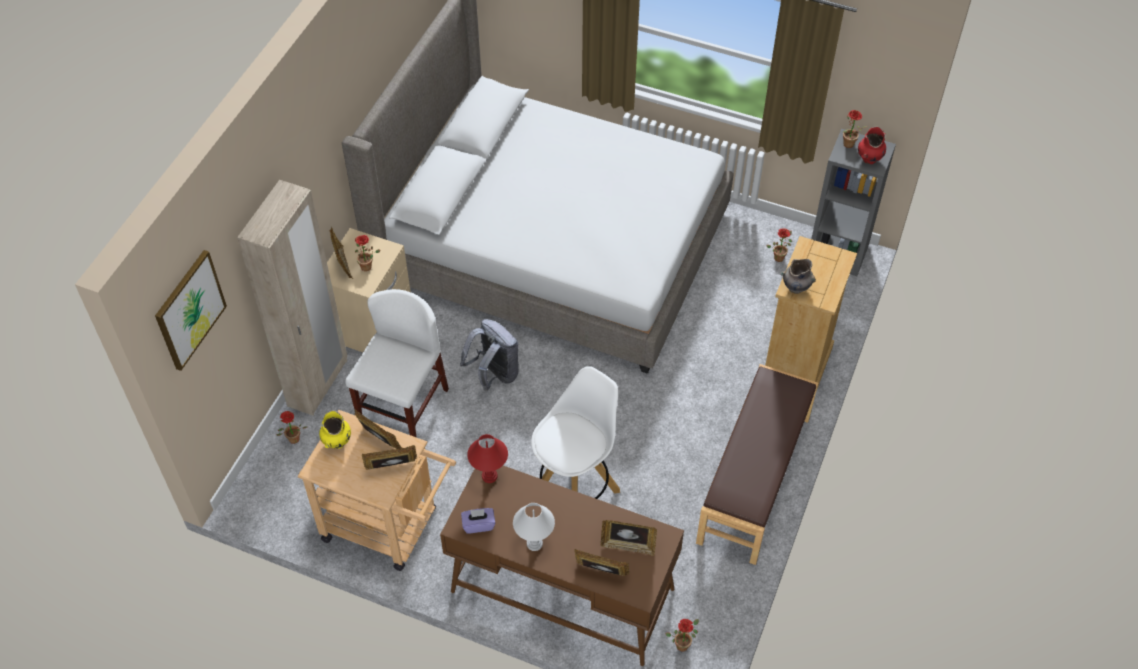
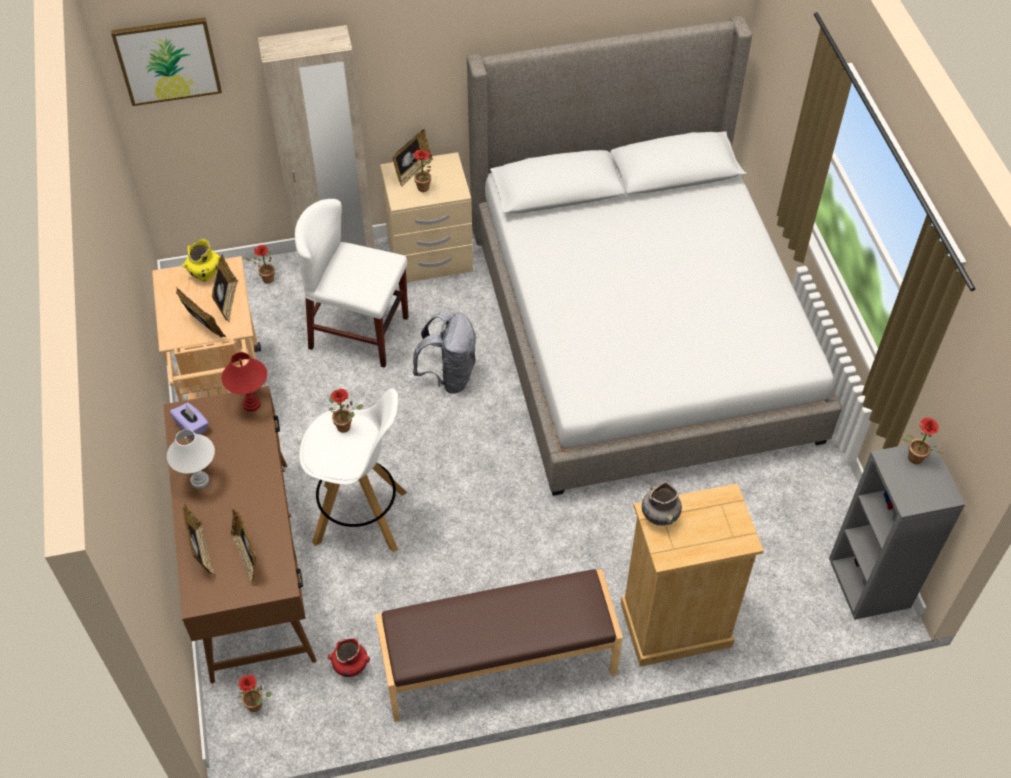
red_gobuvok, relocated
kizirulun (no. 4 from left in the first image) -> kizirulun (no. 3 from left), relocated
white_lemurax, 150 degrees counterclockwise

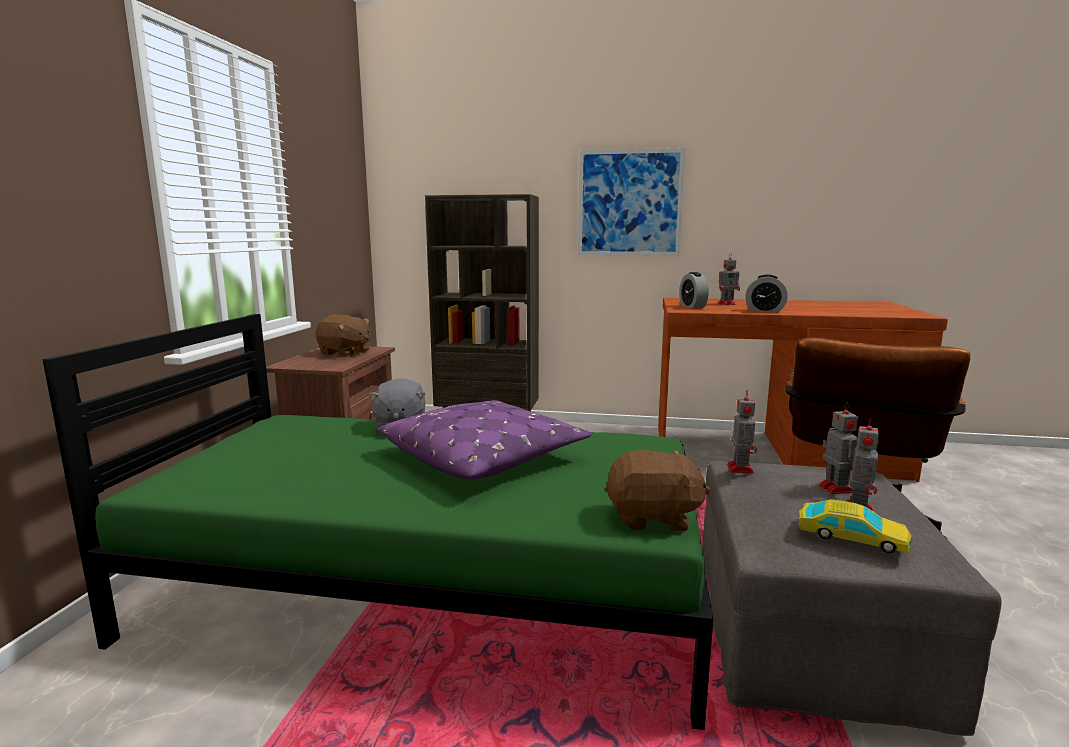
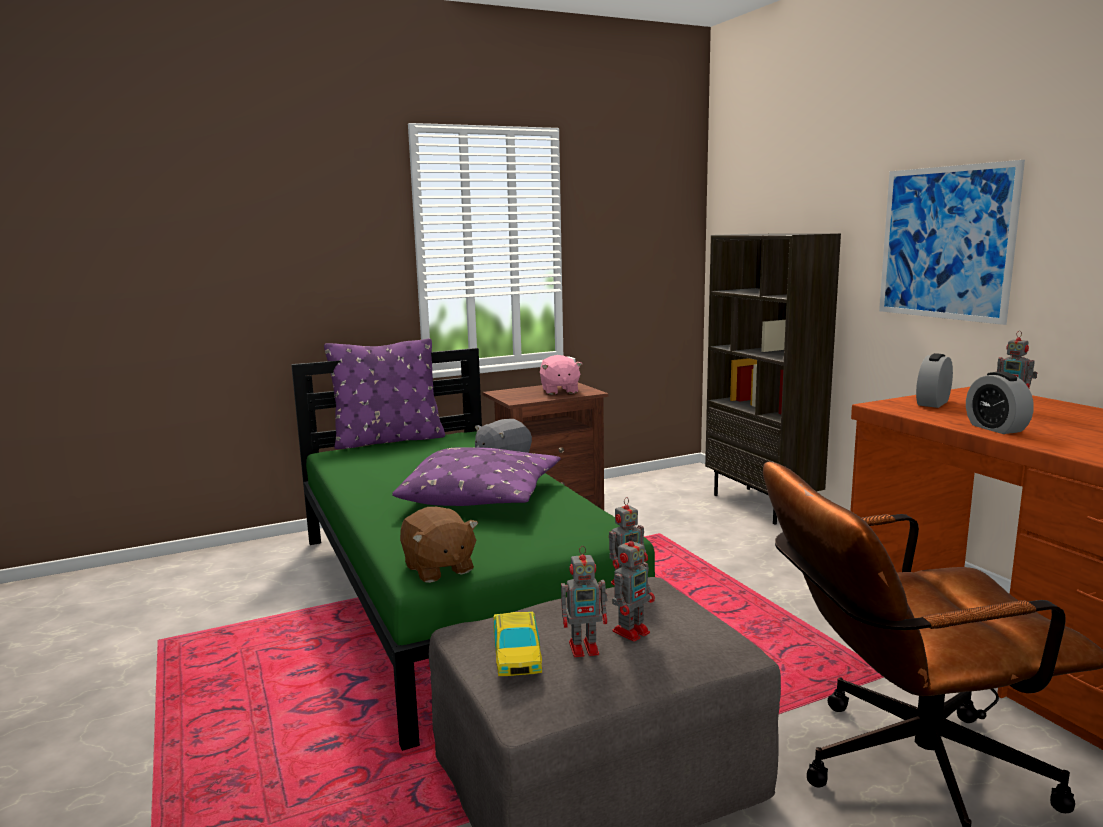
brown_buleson (no. 1 from left) -> pink_buleson
none -> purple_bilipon (no. 1 from left)

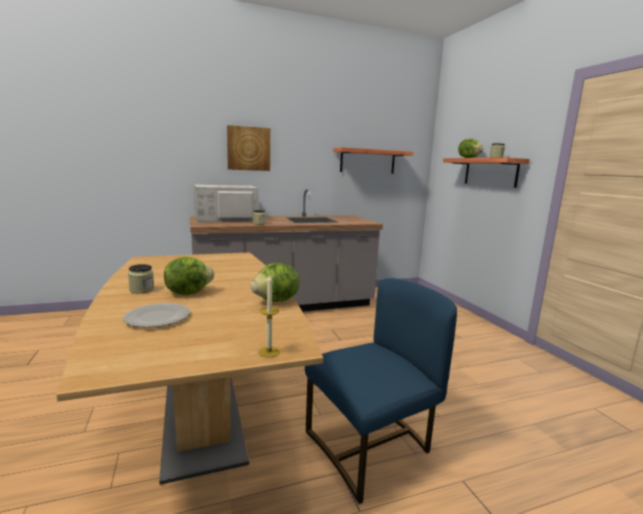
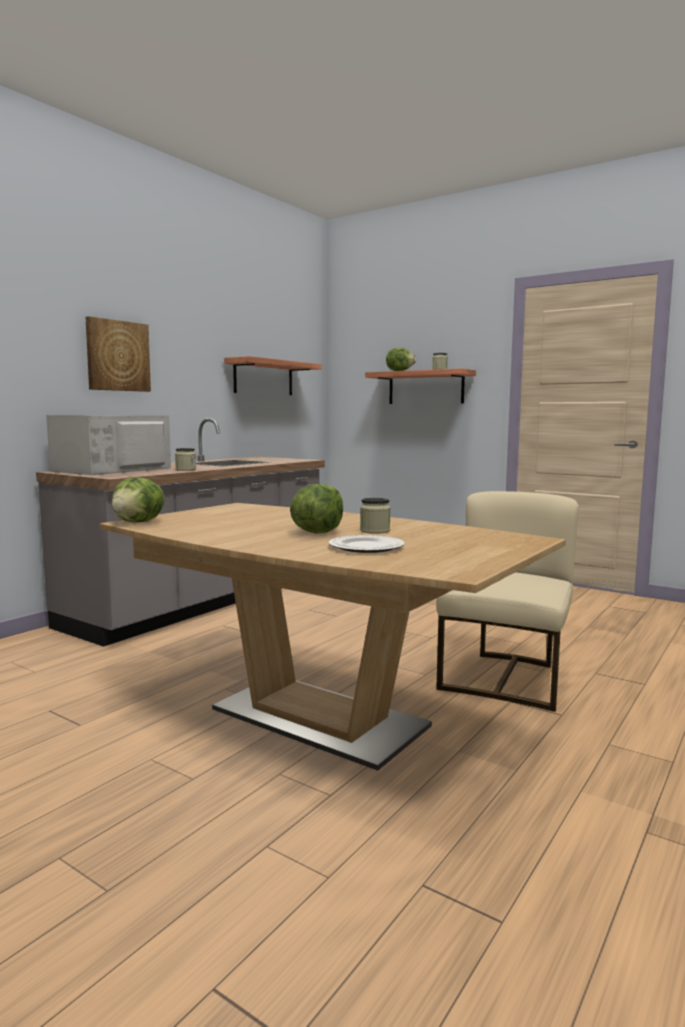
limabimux (no. 2 from left in the first image) -> limabimux (no. 1 from left), relocated
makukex (no. 1 from left in the first image) -> makukex (no. 2 from left), relocated
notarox -> none
blue_lemurax -> beige_lemurax

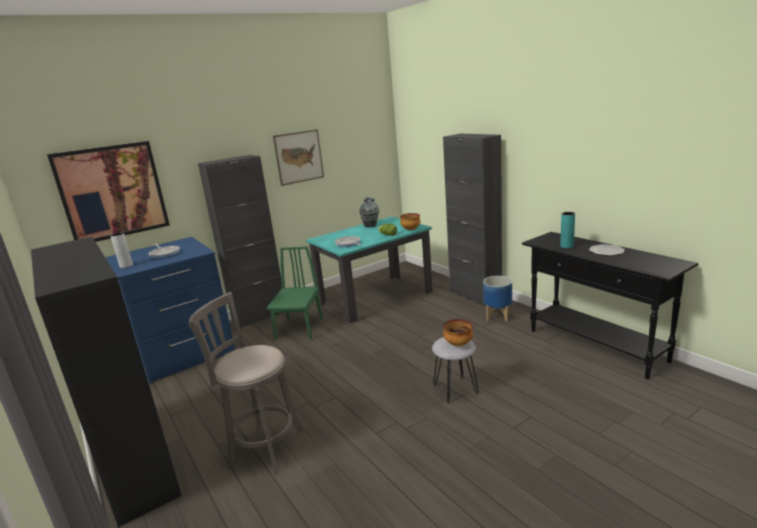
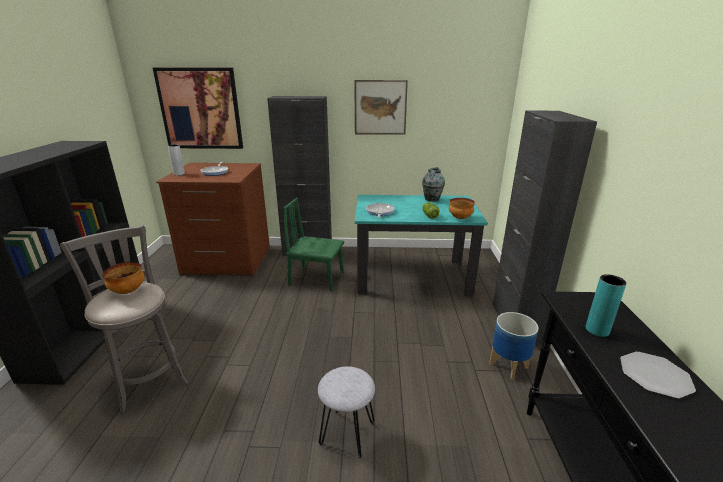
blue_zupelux -> brown_zupelux
green_lemurax, 120 degrees counterclockwise
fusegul (no. 2 from left in the first image) -> fusegul (no. 1 from left), relocated

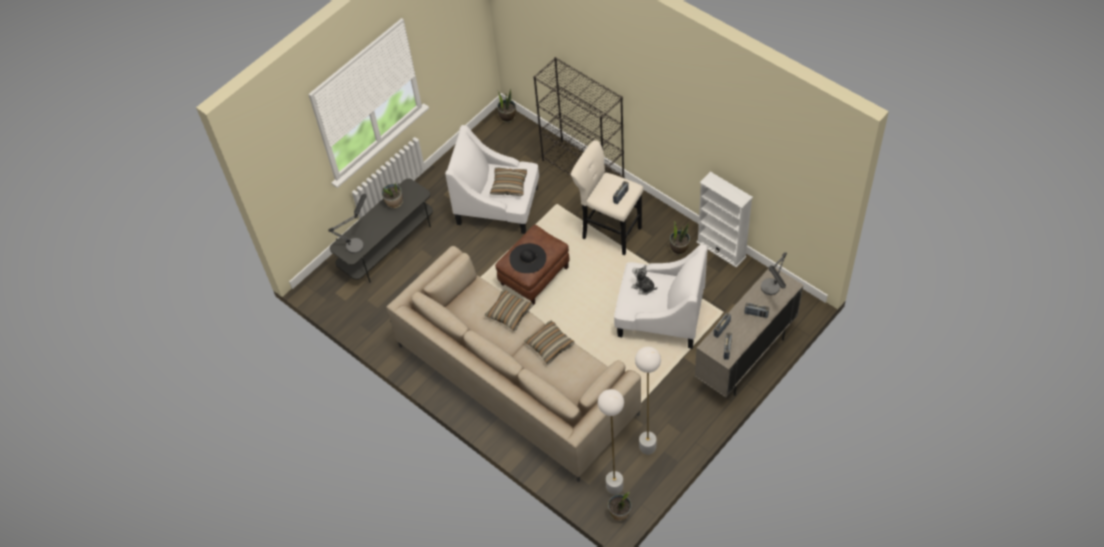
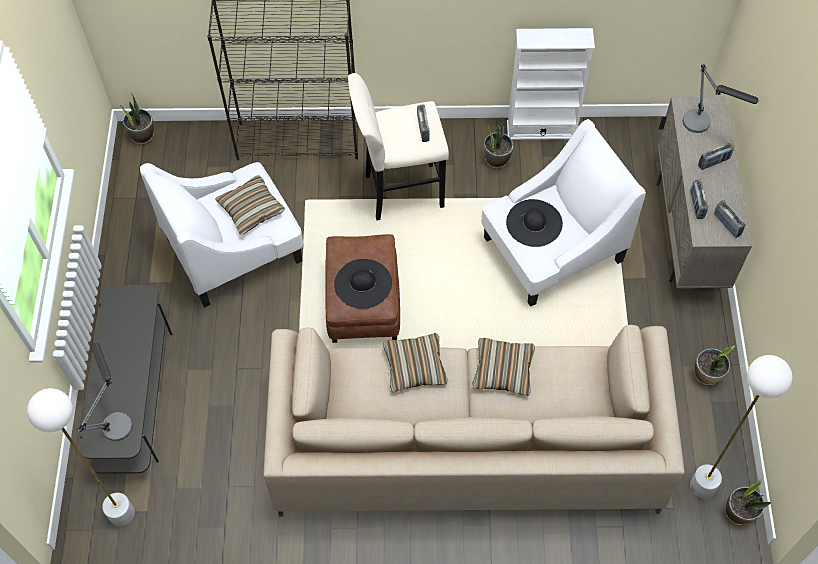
kizirulun (no. 1 from left in the first image) -> kizirulun (no. 3 from left), relocated
buleson -> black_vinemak (no. 2 from left)
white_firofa (no. 2 from left in the first image) -> white_firofa (no. 1 from left), relocated

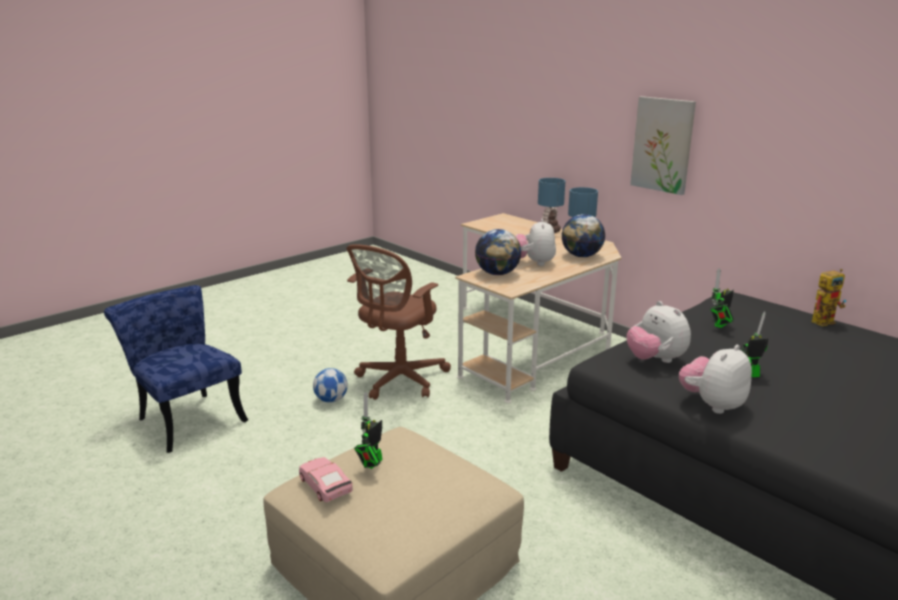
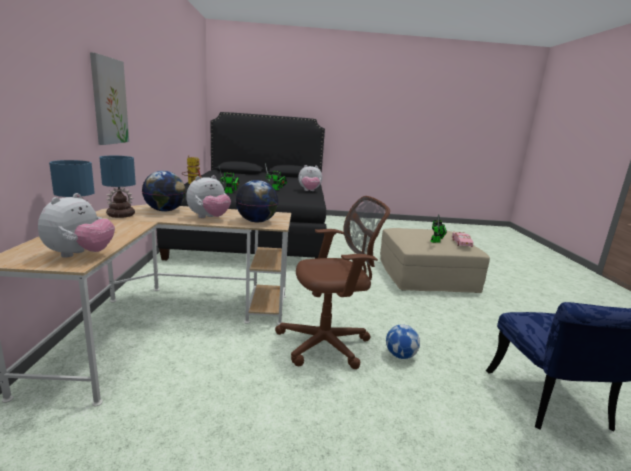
buleson (no. 2 from left in the first image) -> buleson (no. 1 from left), relocated

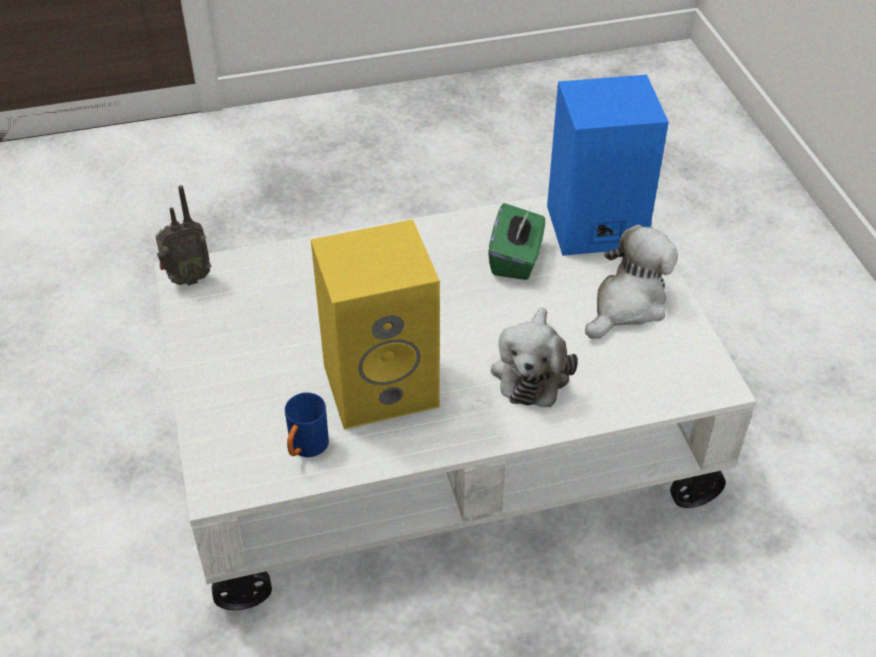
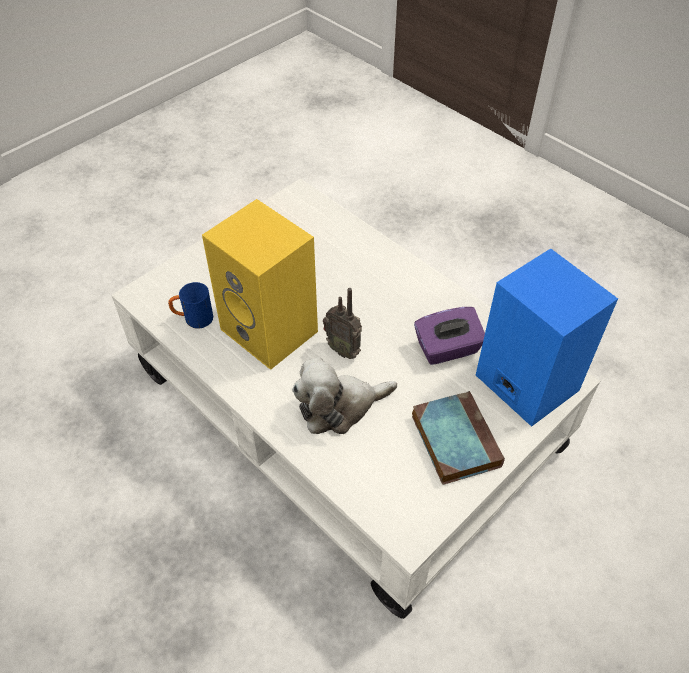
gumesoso, relocated
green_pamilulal -> purple_pamilulal
buleson (no. 2 from left) -> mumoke

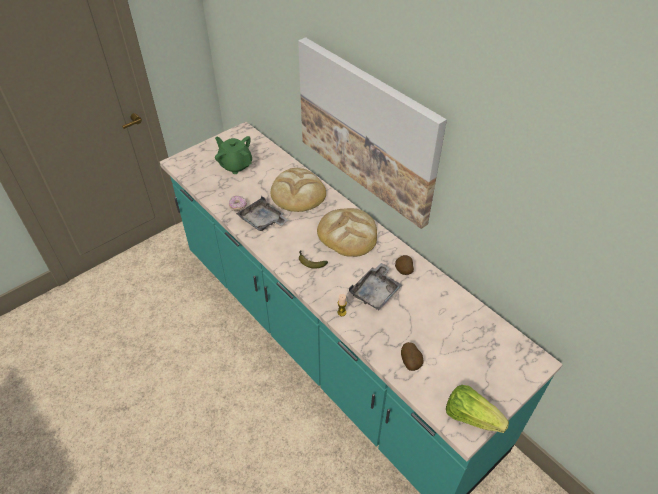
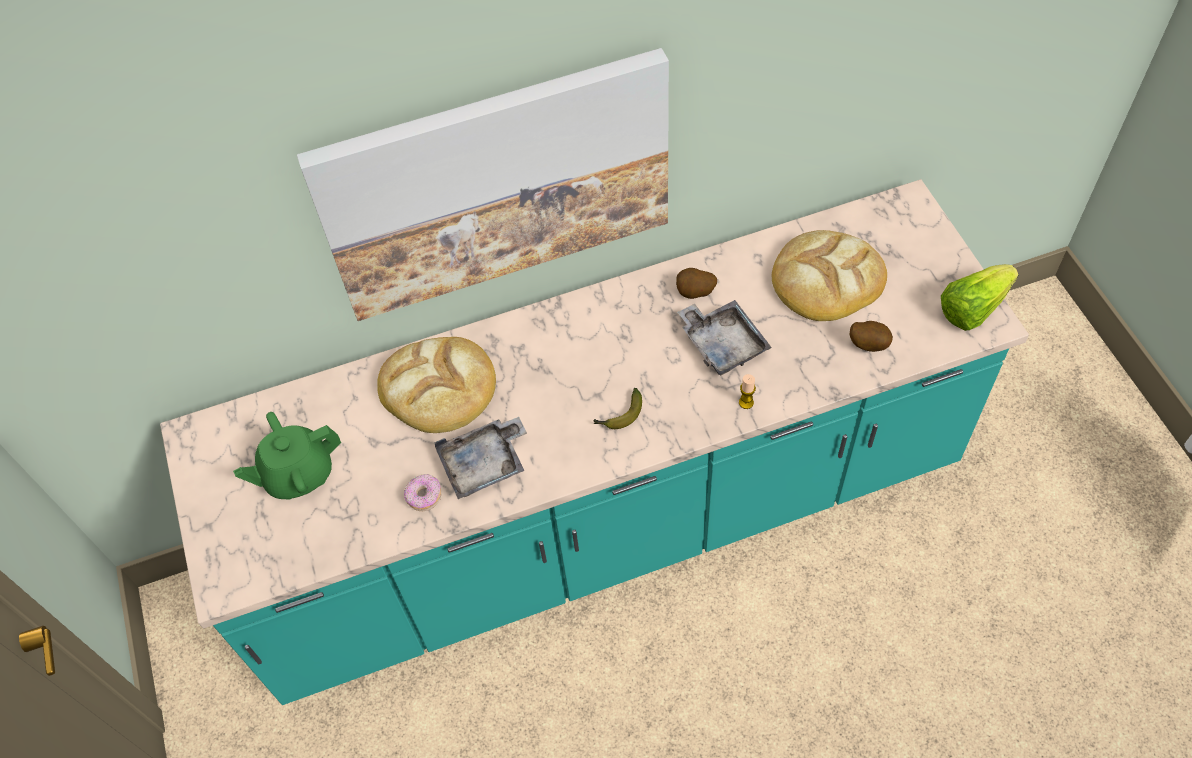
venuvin (no. 2 from left), relocated

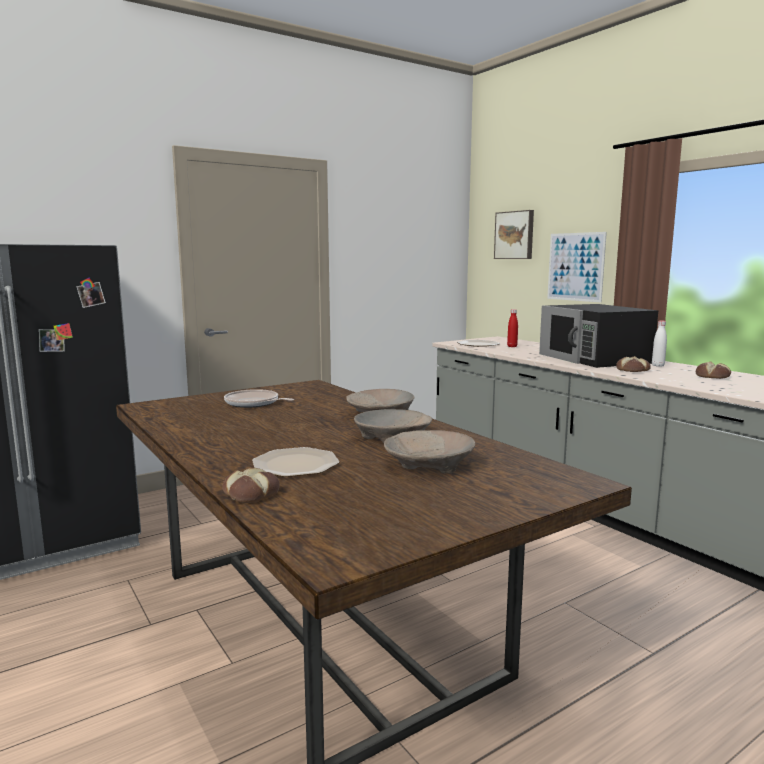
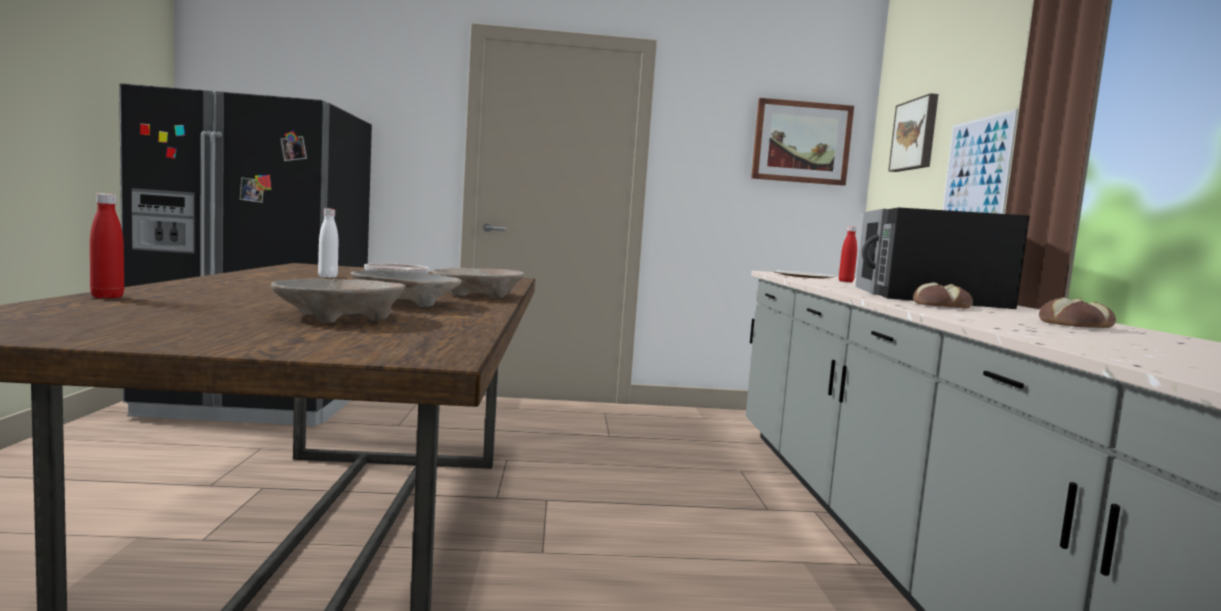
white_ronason, relocated
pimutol (no. 1 from left) -> none
venuvin (no. 1 from left) -> red_ronason (no. 1 from left)
none -> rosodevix (no. 1 from left)

